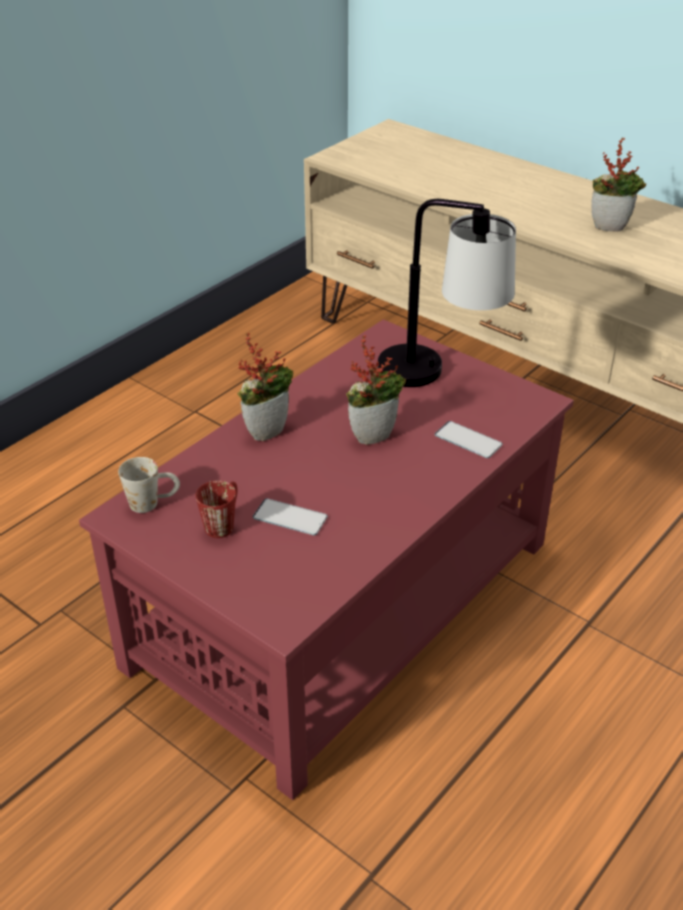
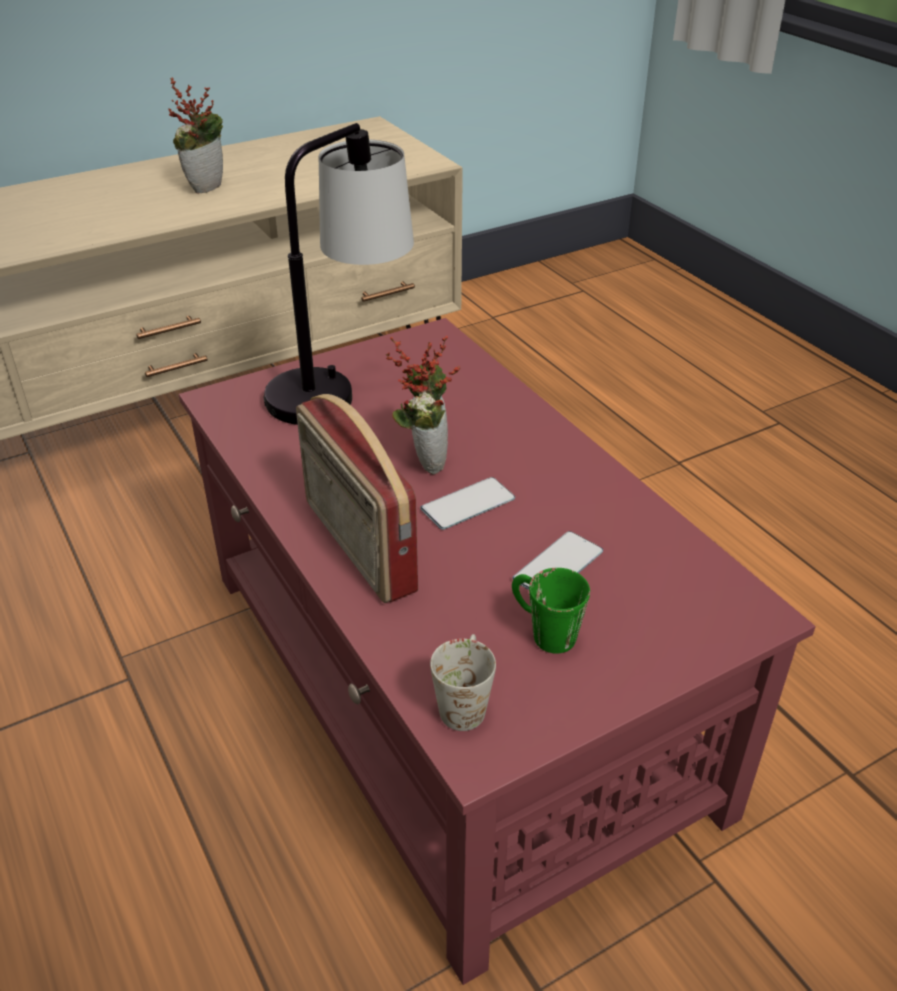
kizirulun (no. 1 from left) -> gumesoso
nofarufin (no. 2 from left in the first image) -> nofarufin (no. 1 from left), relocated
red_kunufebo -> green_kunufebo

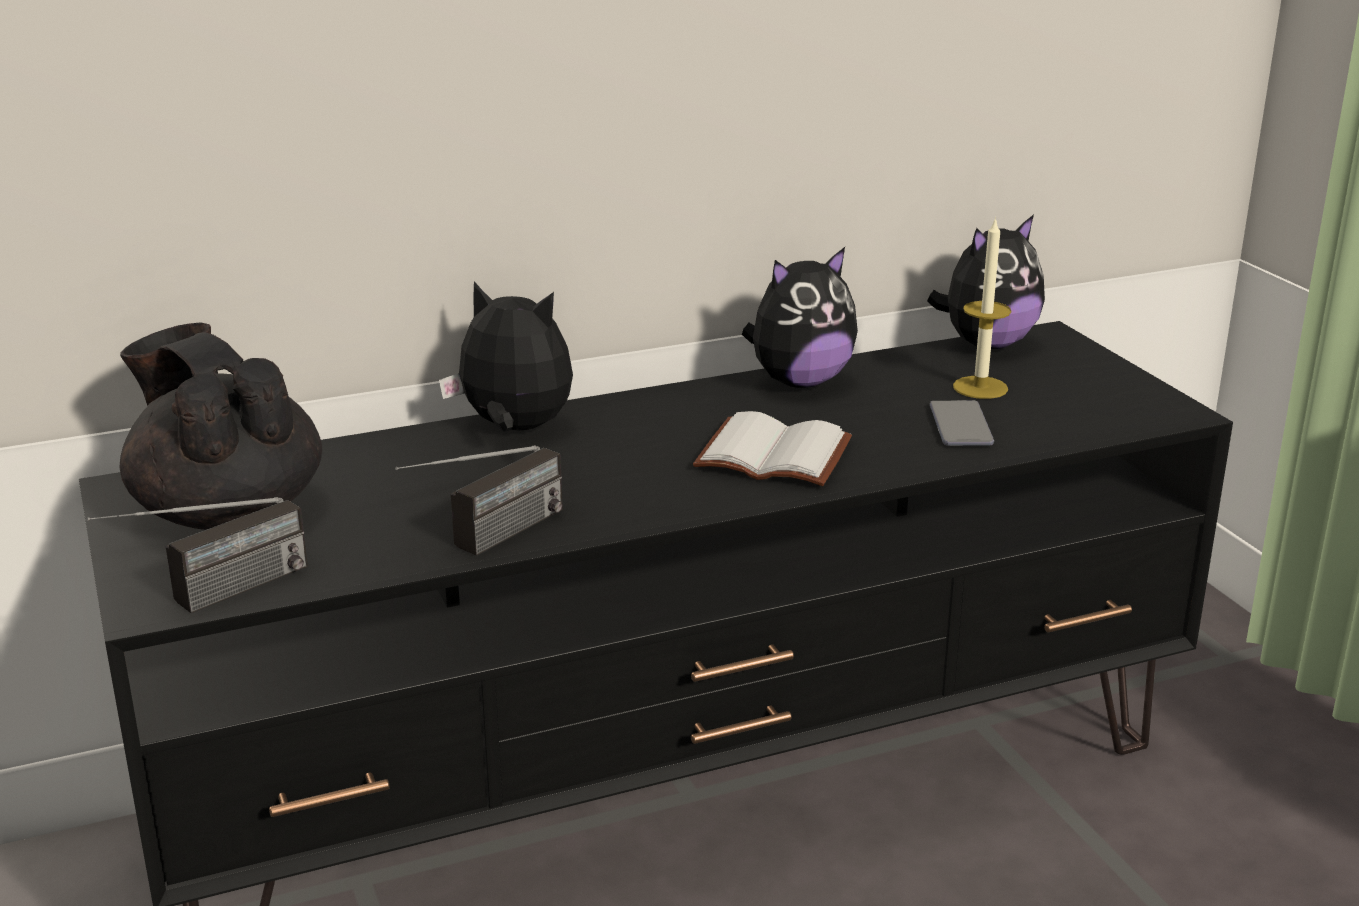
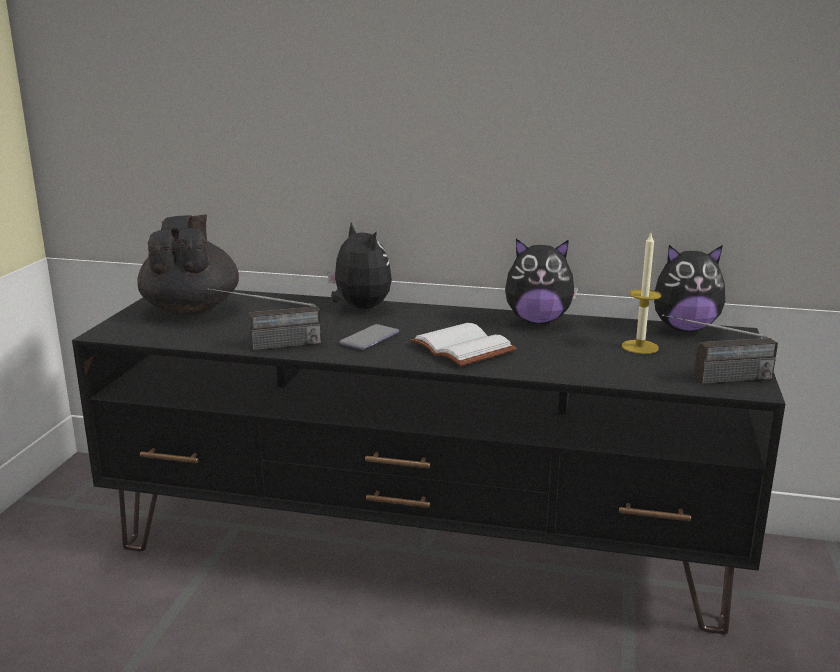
nofarufin, relocated
gumesoso (no. 1 from left in the first image) -> gumesoso (no. 2 from left), relocated

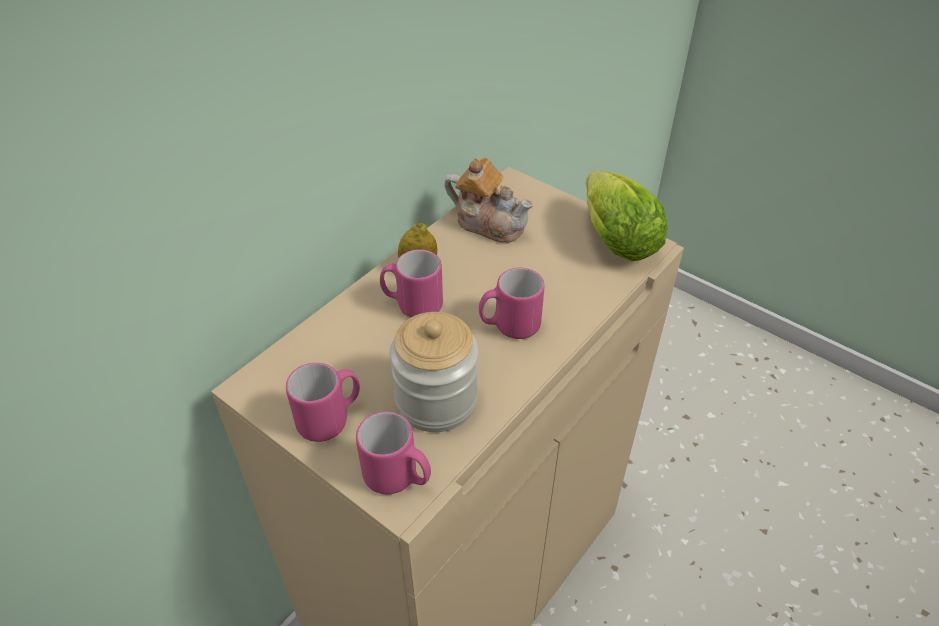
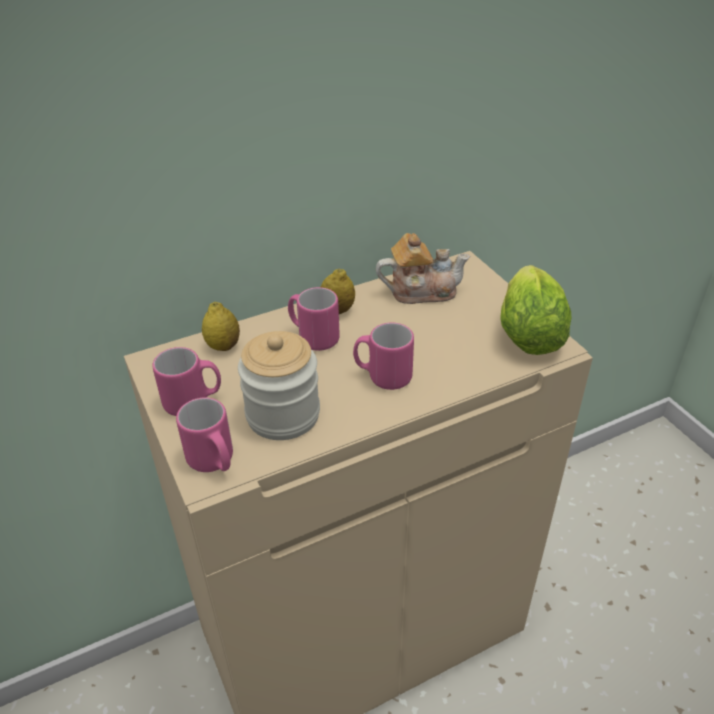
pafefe, 60 degrees counterclockwise
none -> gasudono (no. 1 from left)

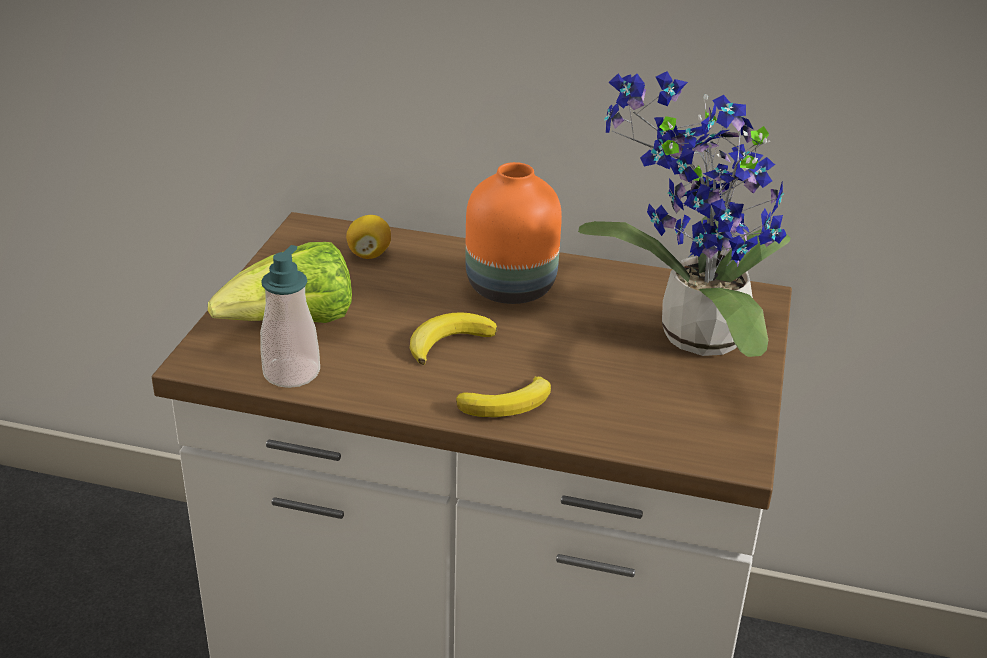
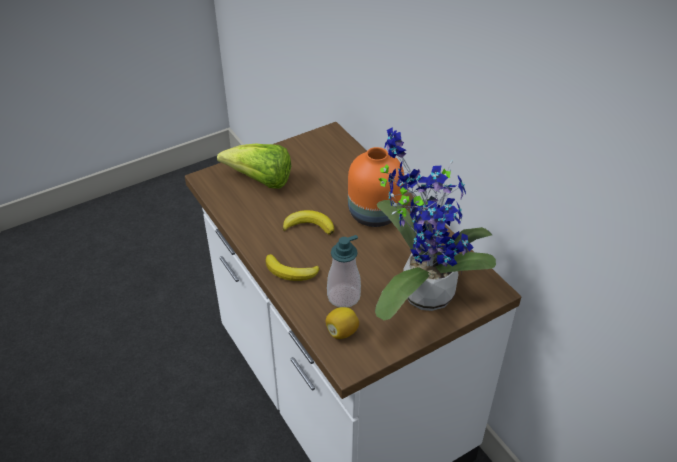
gasudono, relocated
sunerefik, relocated

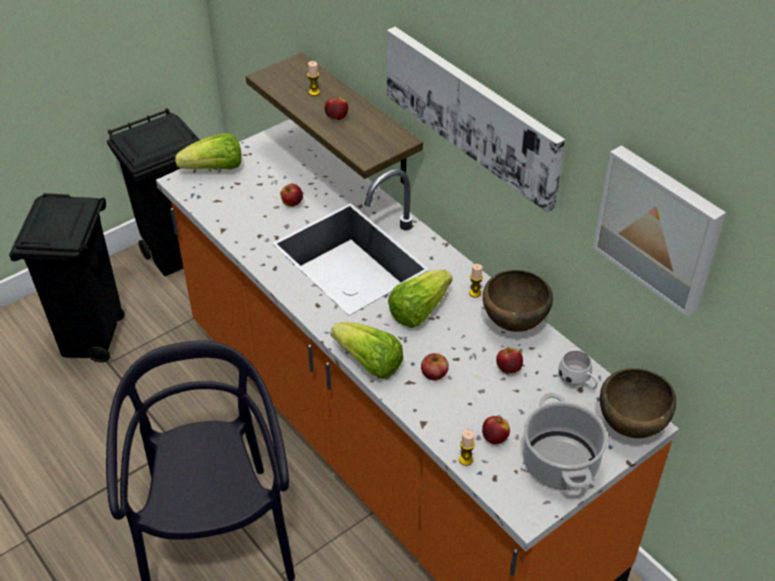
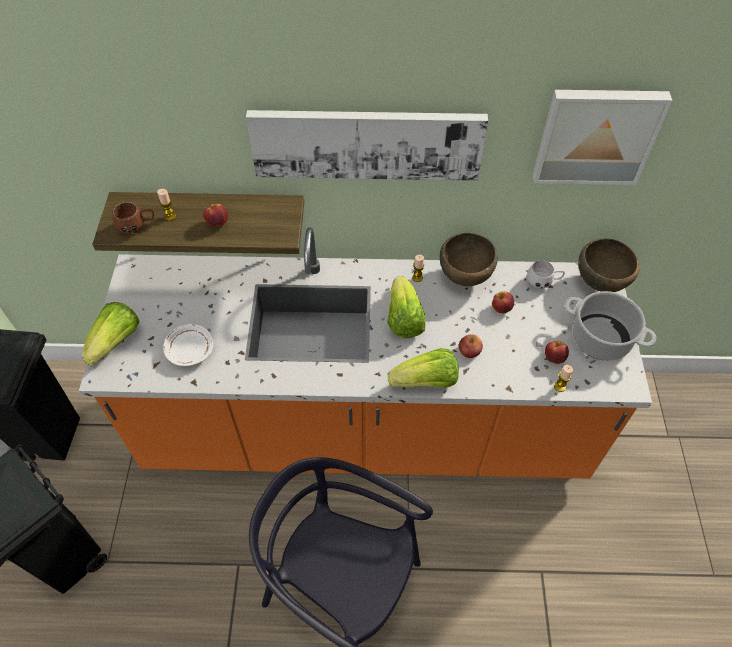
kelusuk (no. 1 from left) -> none
none -> brown_kunufebo
none -> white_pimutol

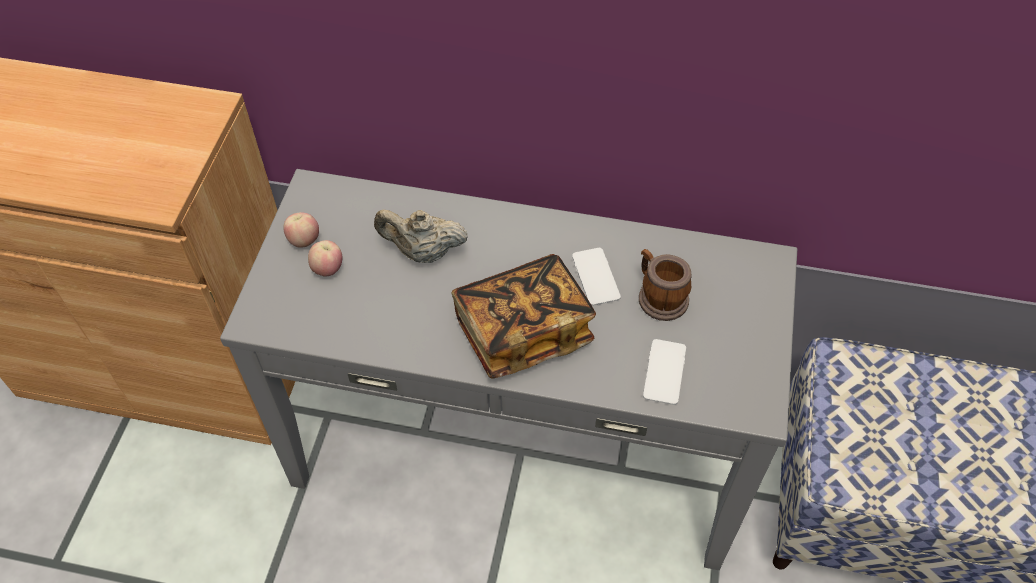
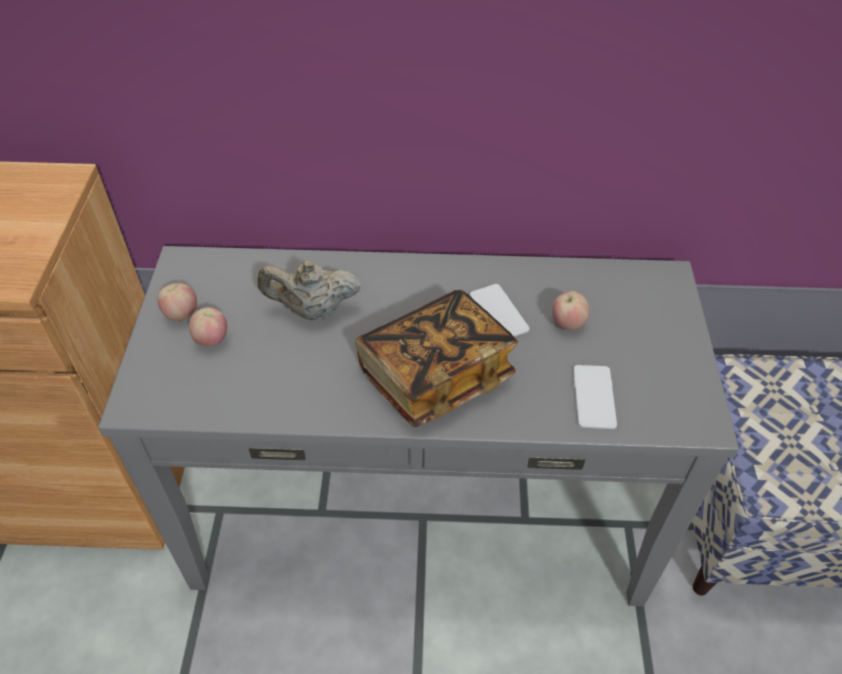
kunufebo -> kelusuk (no. 3 from left)

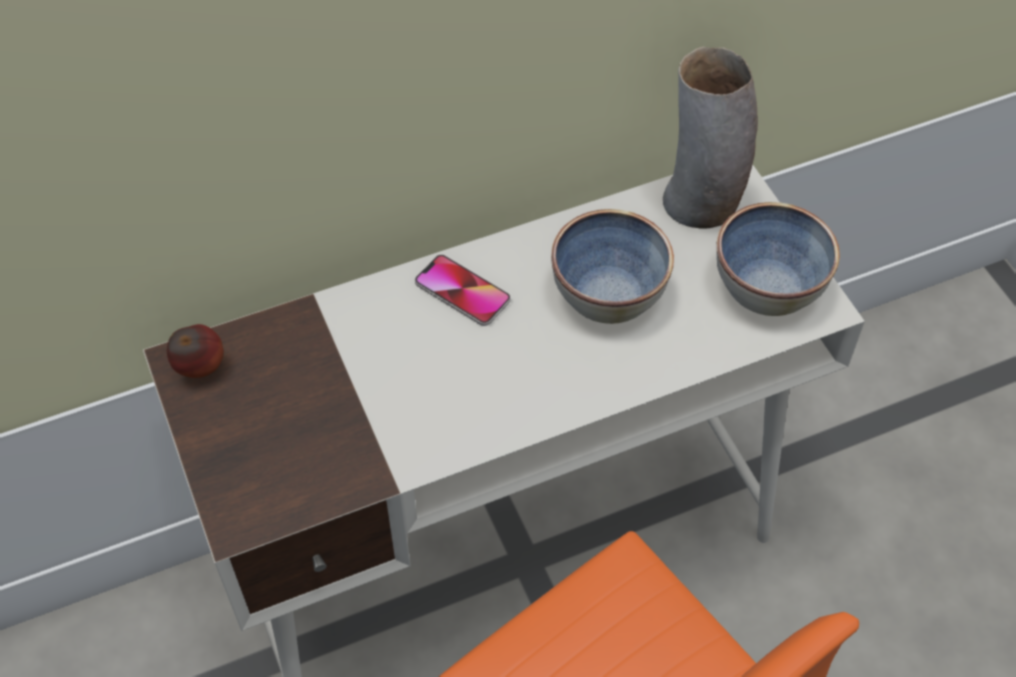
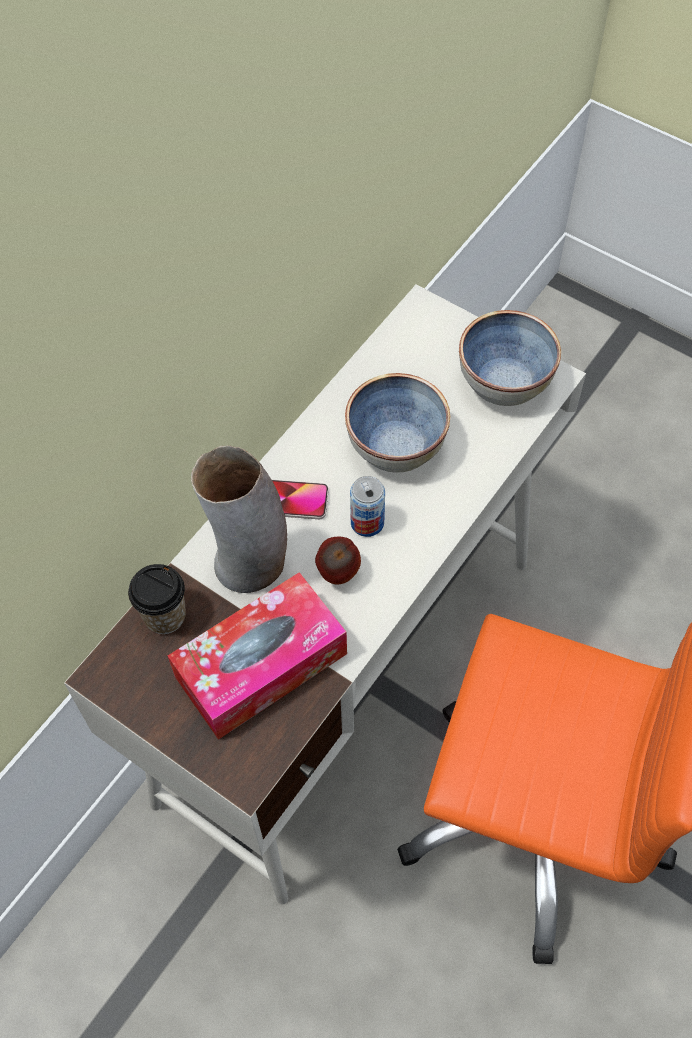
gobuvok, relocated
kelusuk, relocated
none -> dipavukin
none -> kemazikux
none -> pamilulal

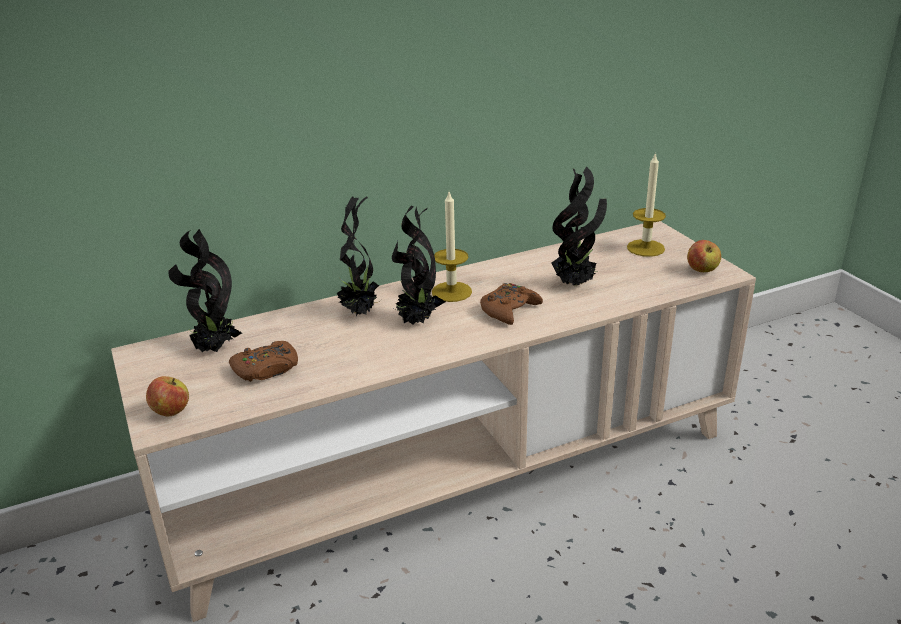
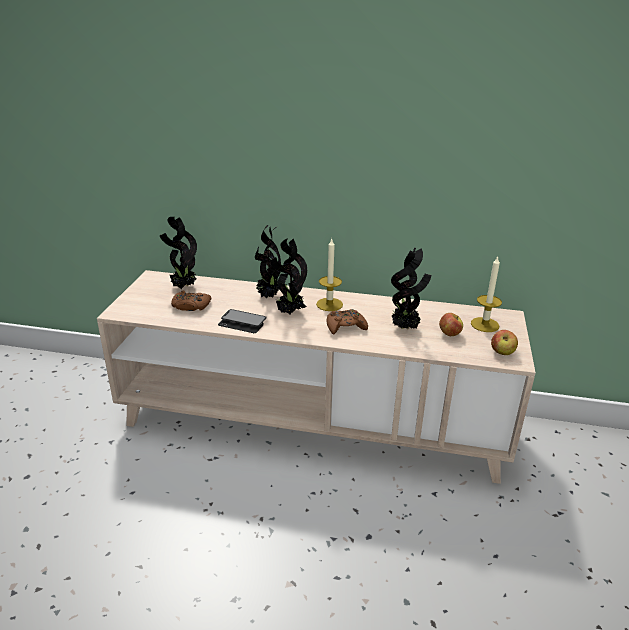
kelusuk (no. 1 from left), relocated
none -> nofarufin

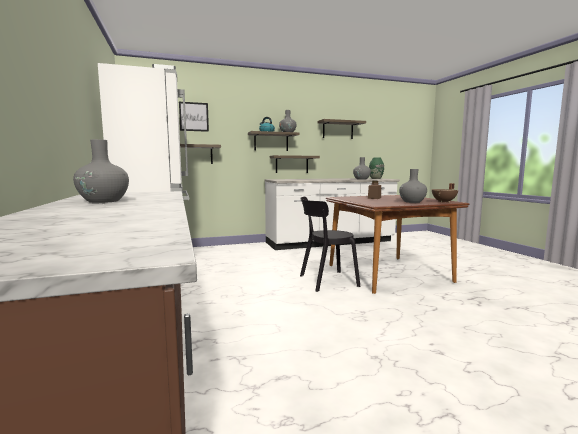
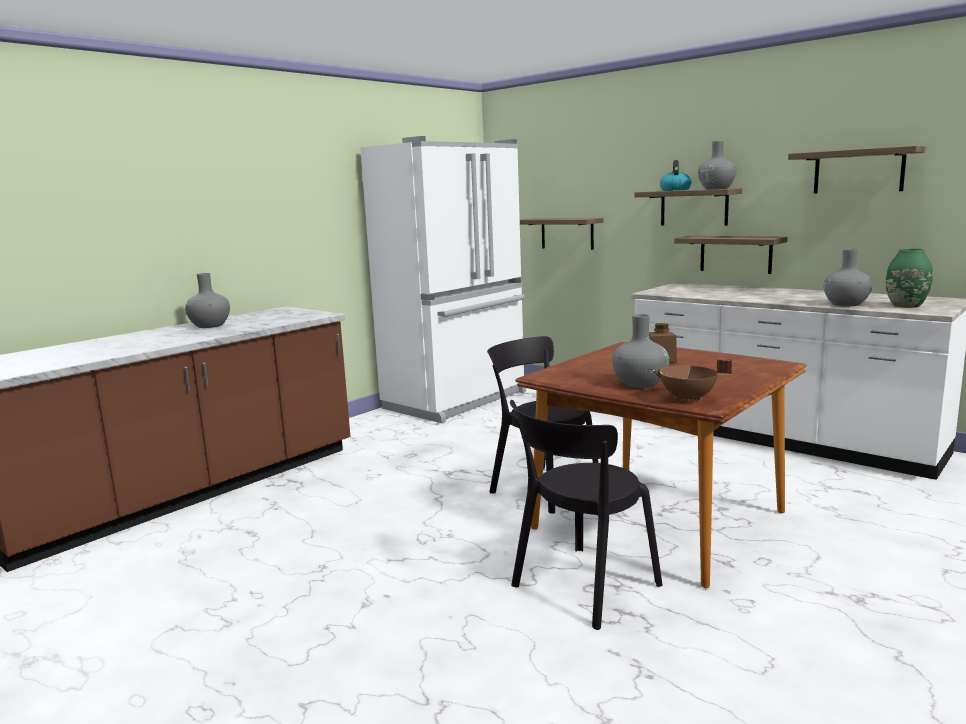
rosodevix -> none
none -> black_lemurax (no. 2 from left)

